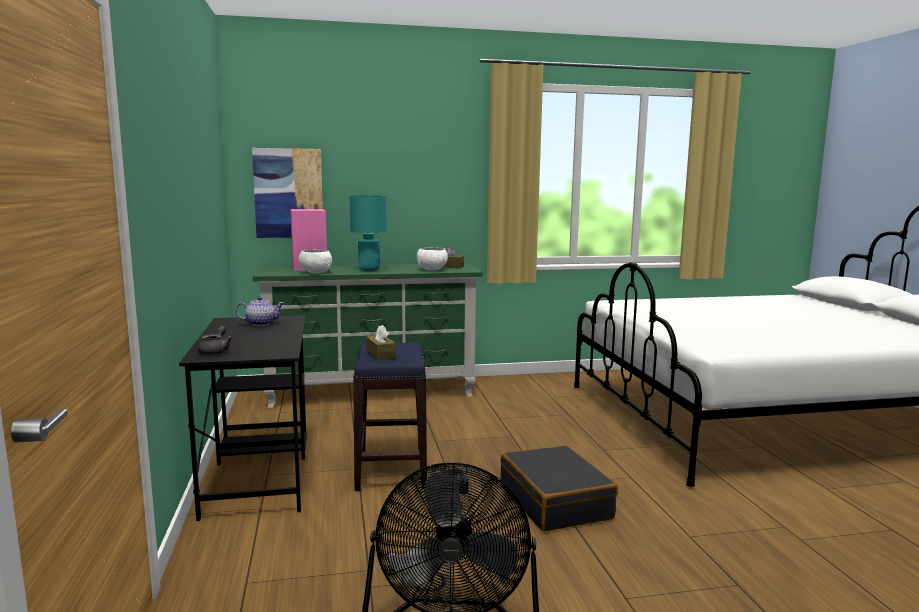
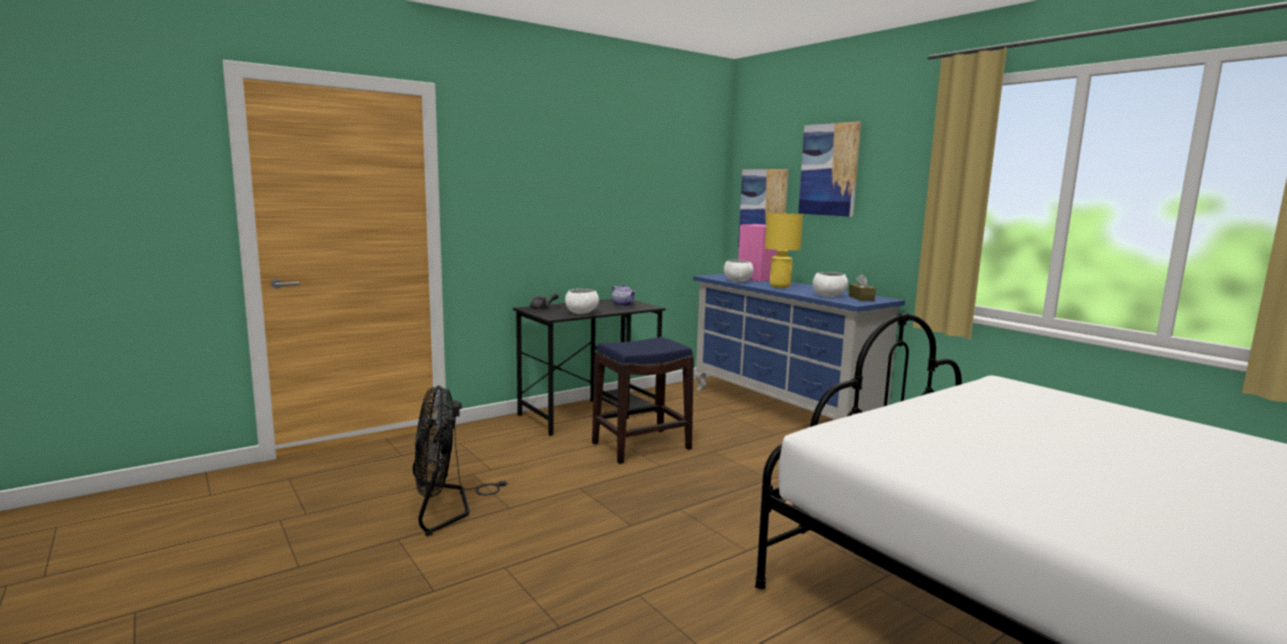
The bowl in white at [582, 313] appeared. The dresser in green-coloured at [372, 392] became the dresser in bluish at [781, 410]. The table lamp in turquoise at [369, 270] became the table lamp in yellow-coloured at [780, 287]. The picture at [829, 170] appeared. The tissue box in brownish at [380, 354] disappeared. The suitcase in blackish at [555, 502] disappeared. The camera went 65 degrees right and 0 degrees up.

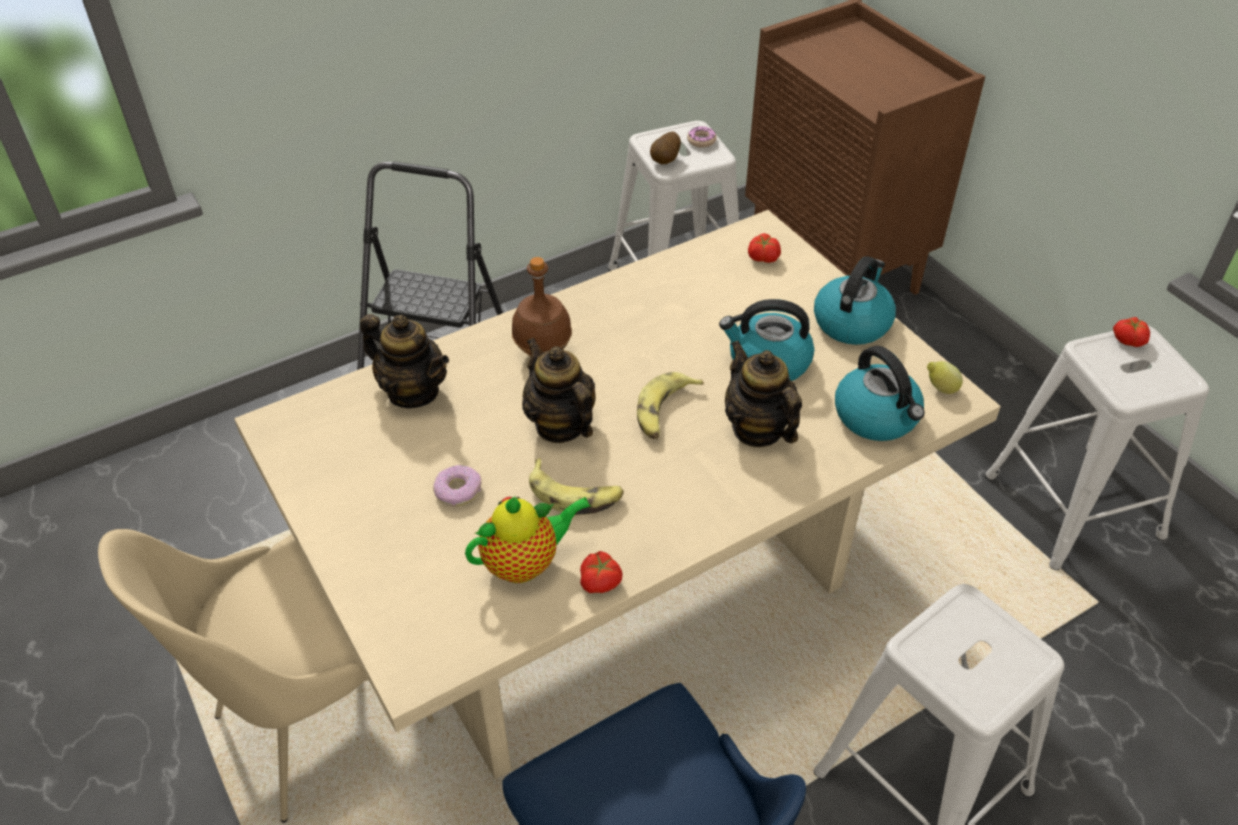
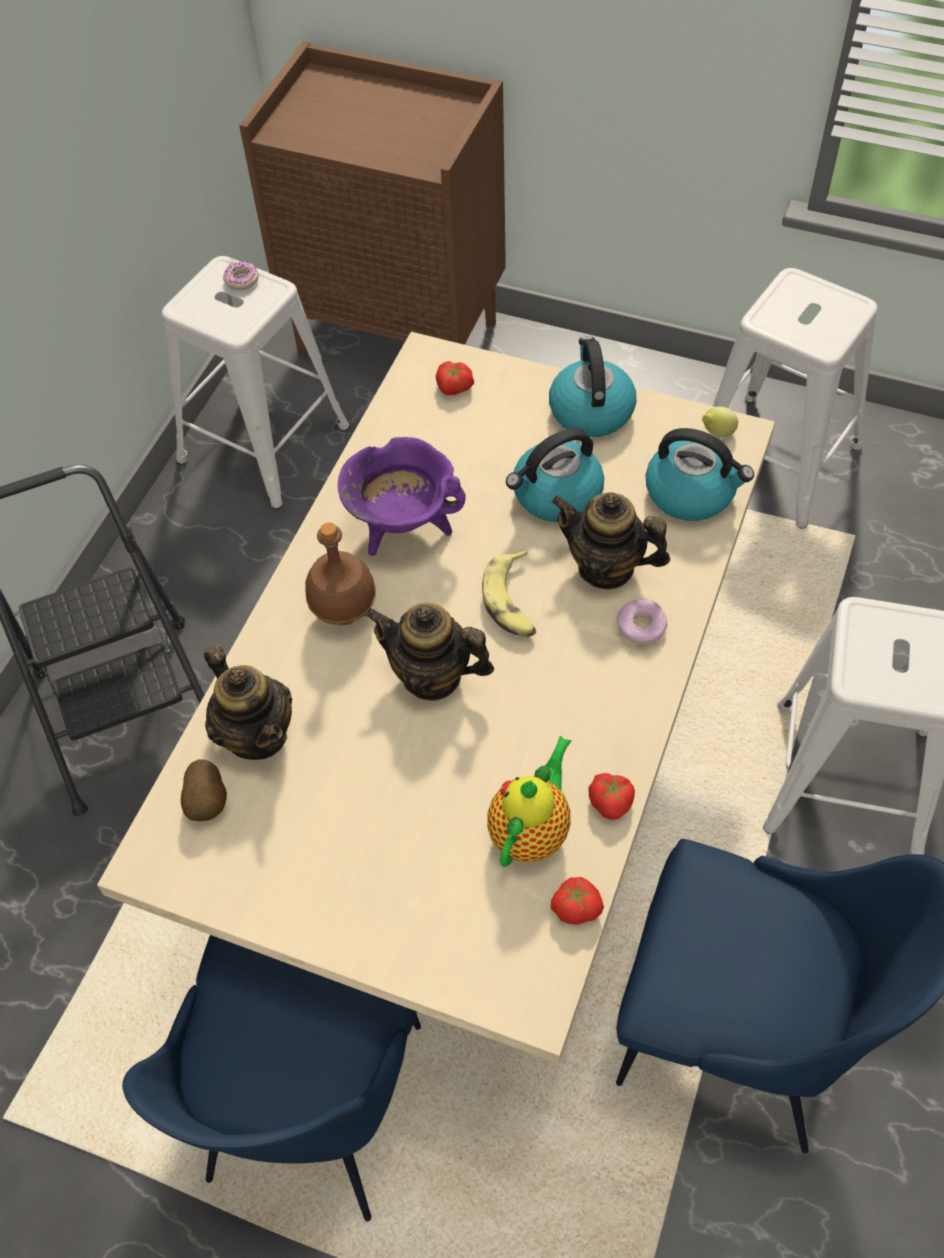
The upright chair in beige at [323, 721] became the upright chair in bluish at [316, 1104]. The whole potato moved from [666, 161] to [208, 802]. The tea pot at [413, 391] turned 60 degrees clockwise. The cooking pot in purple-coloured at [403, 529] appeared. The tomato moved from [1129, 339] to [576, 906]. The ring doughnut moved from [457, 491] to [641, 627]. The banana at [575, 494] disappeared. The camera went 35 degrees left and 10 degrees up.

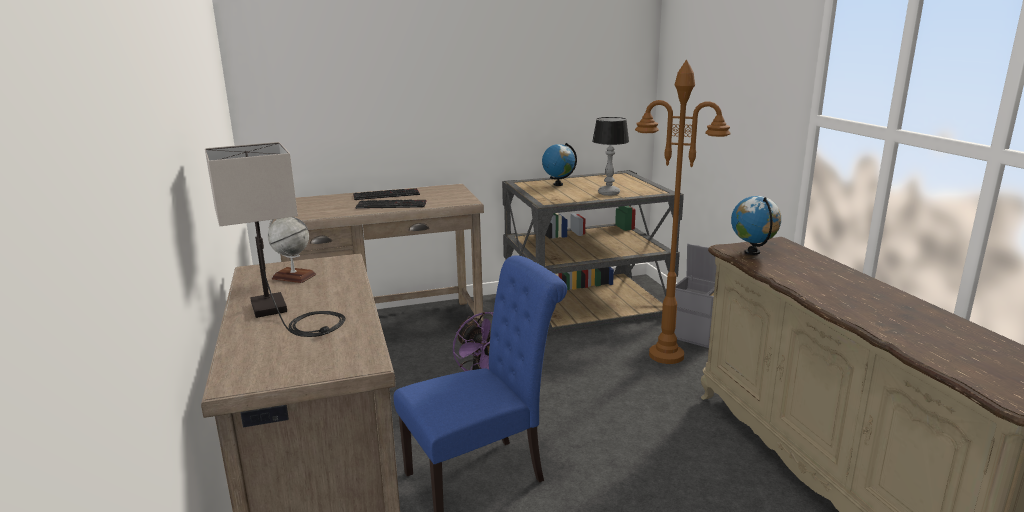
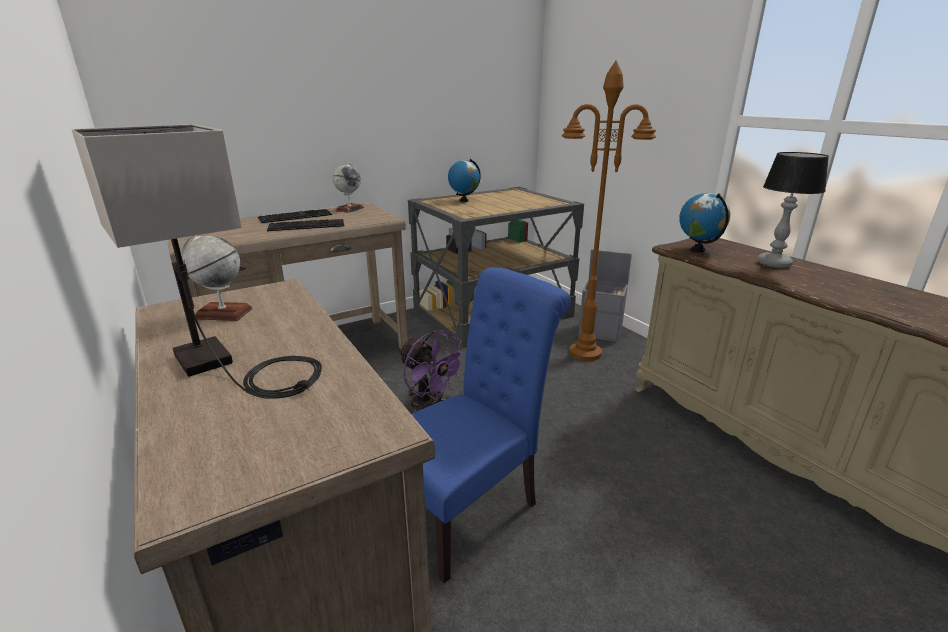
The desk globe at [350, 209] appeared. The table lamp moved from [609, 193] to [773, 263]. The camera went 15 degrees left and 5 degrees up.

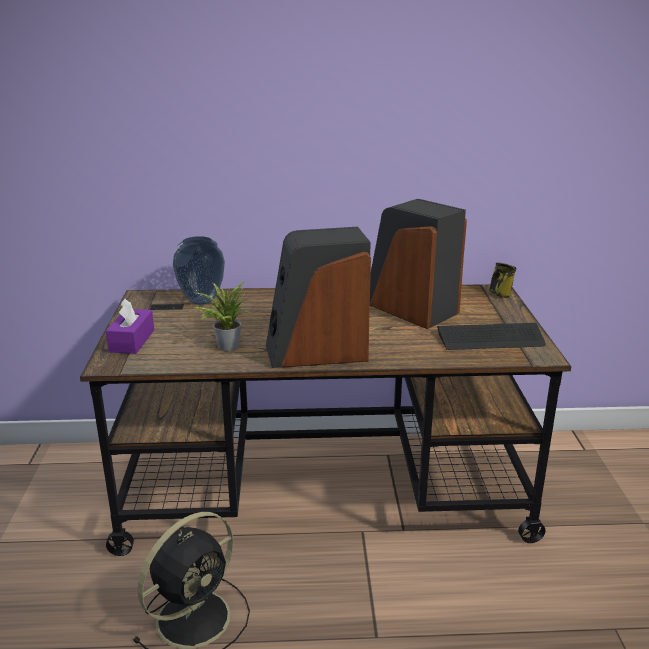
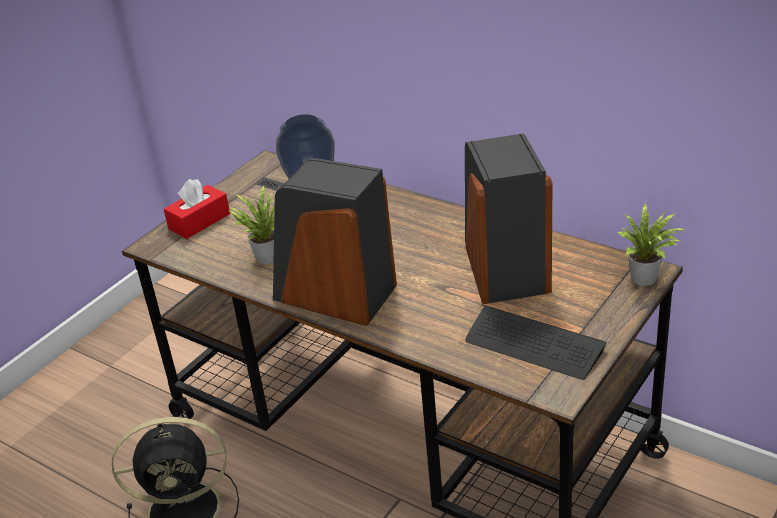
The tissue box in purple-coloured at [132, 341] became the tissue box in reddish at [199, 221]. The coffee mug at [501, 293] was replaced by the potted plant at [646, 279]. The camera went 40 degrees right and 10 degrees up.

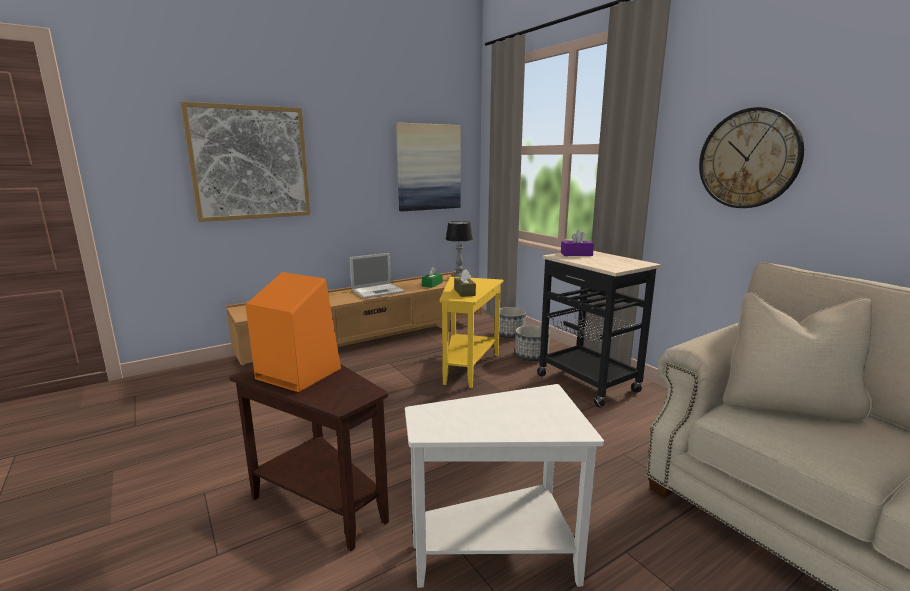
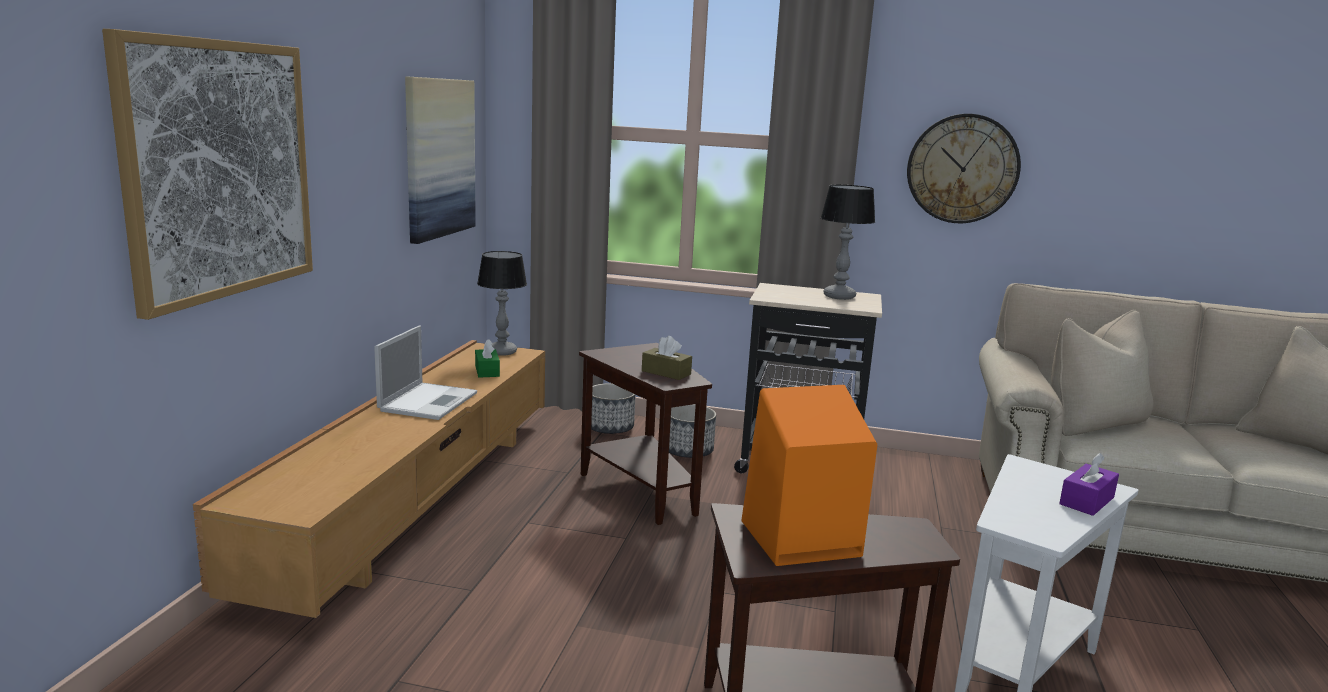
The accent table in yellow-coloured at [468, 366] became the accent table in brownish at [641, 489]. The table lamp at [840, 296] appeared. The tissue box in purple-coloured moved from [576, 254] to [1086, 501]. The camera went 45 degrees left and 0 degrees up.

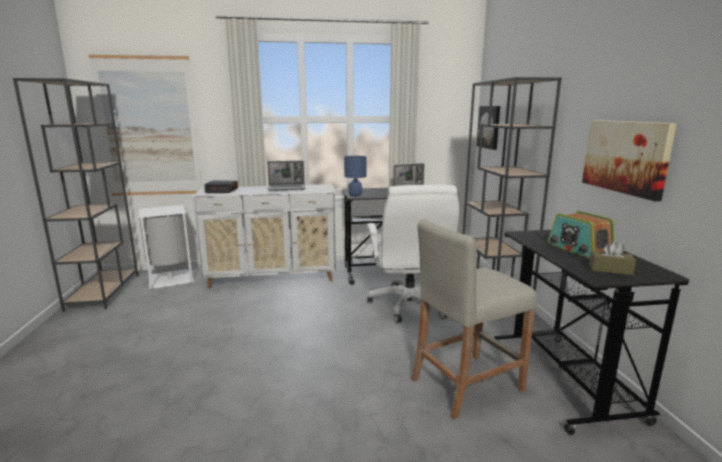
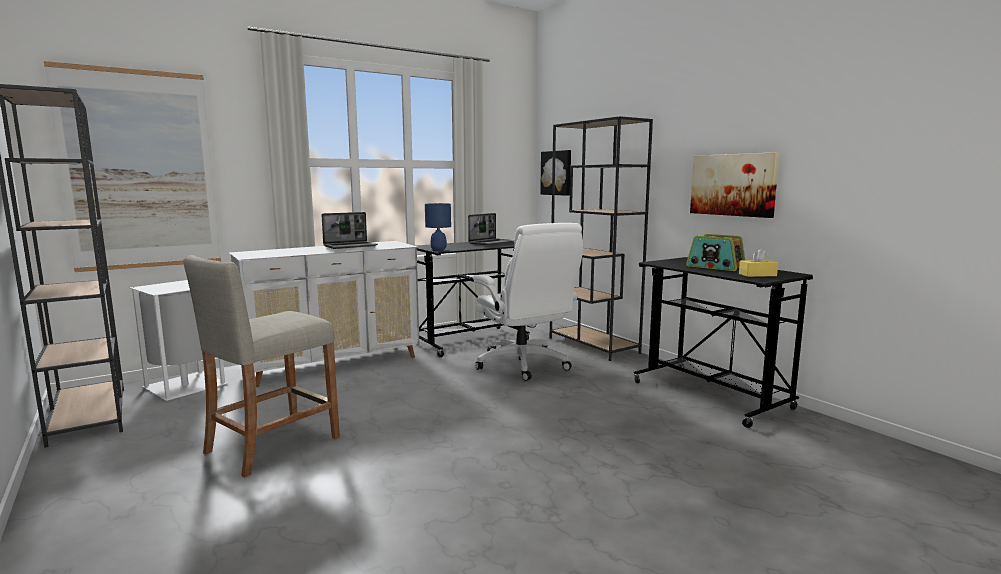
The sitting stool in beige moved from [466, 384] to [272, 444]. The tissue box in brownish at [610, 269] became the tissue box in yellow-coloured at [757, 275]. The bedside clock at [222, 190] disappeared. The camera went 25 degrees left and 5 degrees down.

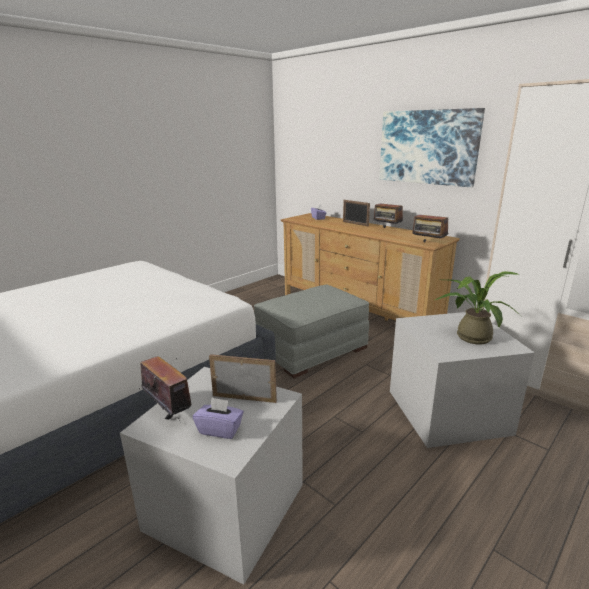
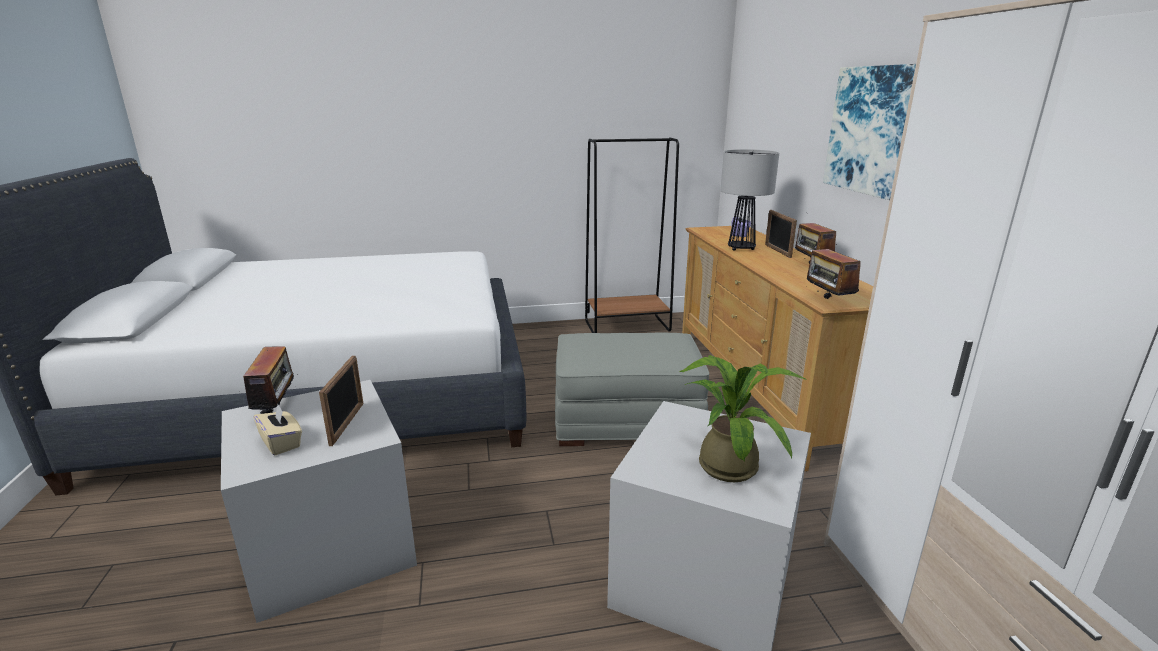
The tissue box in purple-coloured at [220, 429] became the tissue box in beige at [281, 443]. The picture frame at [244, 398] turned 45 degrees clockwise. The garment stand at [627, 327] appeared. The table lamp at [740, 248] appeared. The camera went 35 degrees right and 0 degrees up.

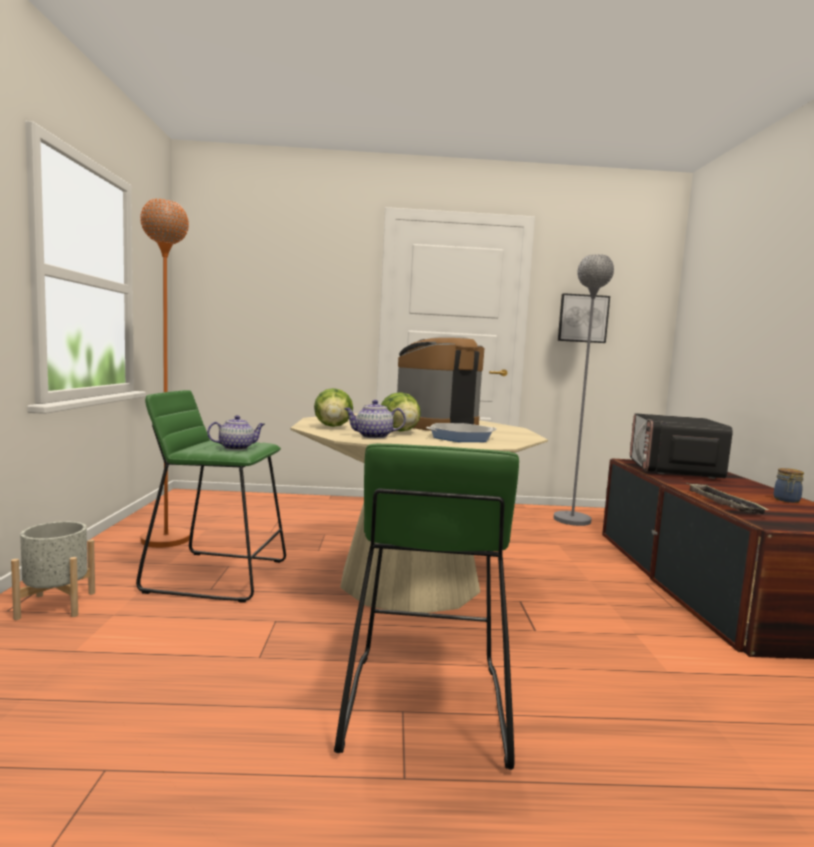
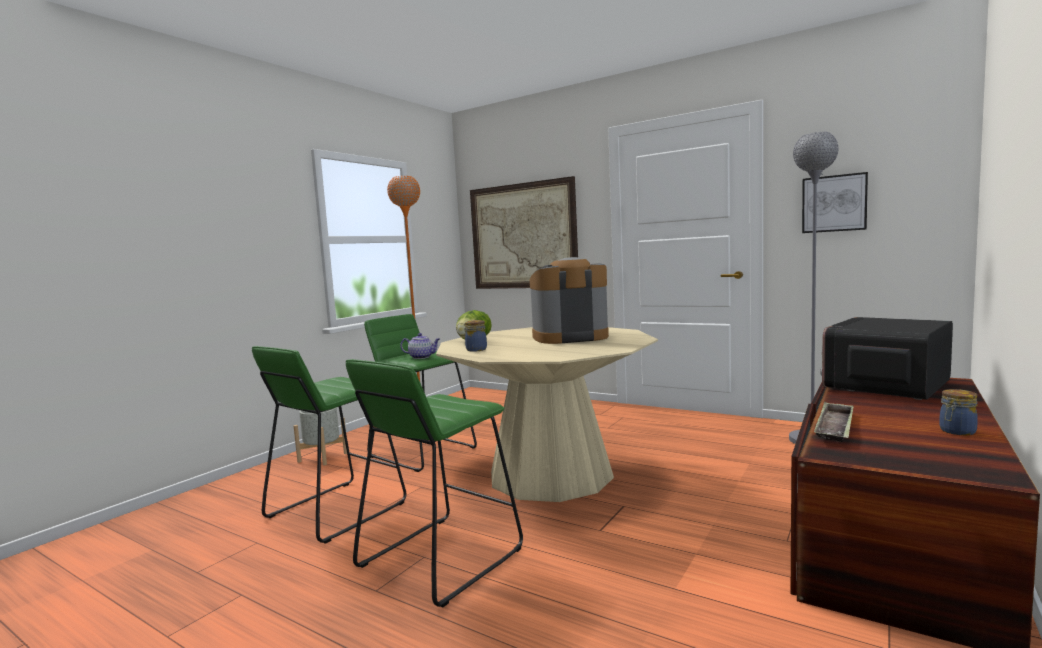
The sitting stool in green-coloured at [336, 510] appeared. The tea pot at [373, 436] was replaced by the jar at [475, 349]. The picture at [522, 236] appeared. The head of lettuce at [400, 431] disappeared. The skillet at [461, 438] disappeared. The camera went 35 degrees right and 0 degrees up.

